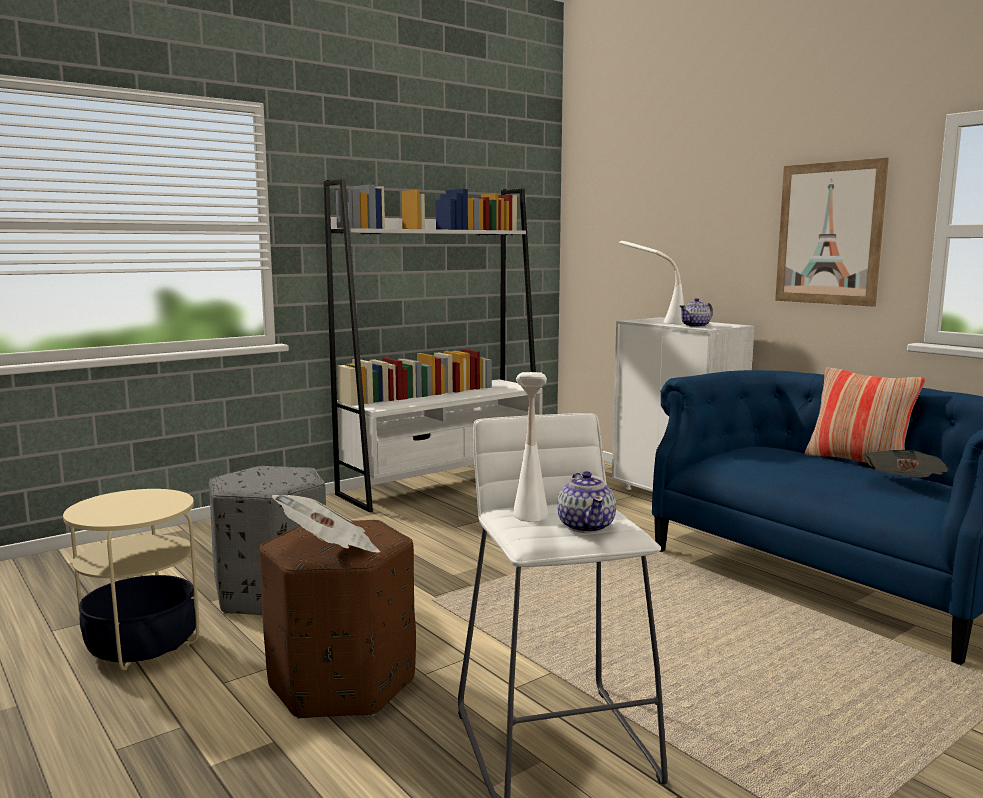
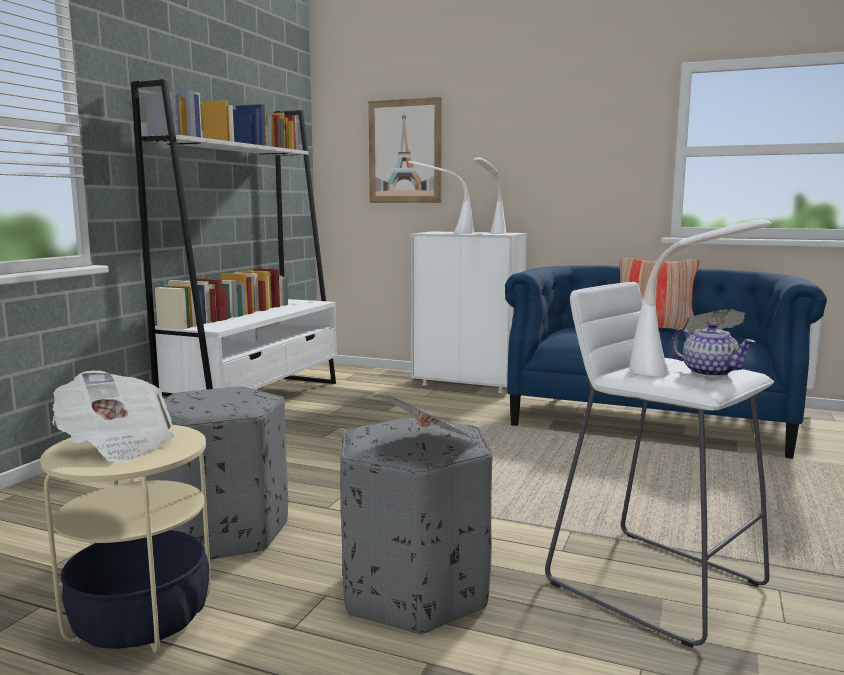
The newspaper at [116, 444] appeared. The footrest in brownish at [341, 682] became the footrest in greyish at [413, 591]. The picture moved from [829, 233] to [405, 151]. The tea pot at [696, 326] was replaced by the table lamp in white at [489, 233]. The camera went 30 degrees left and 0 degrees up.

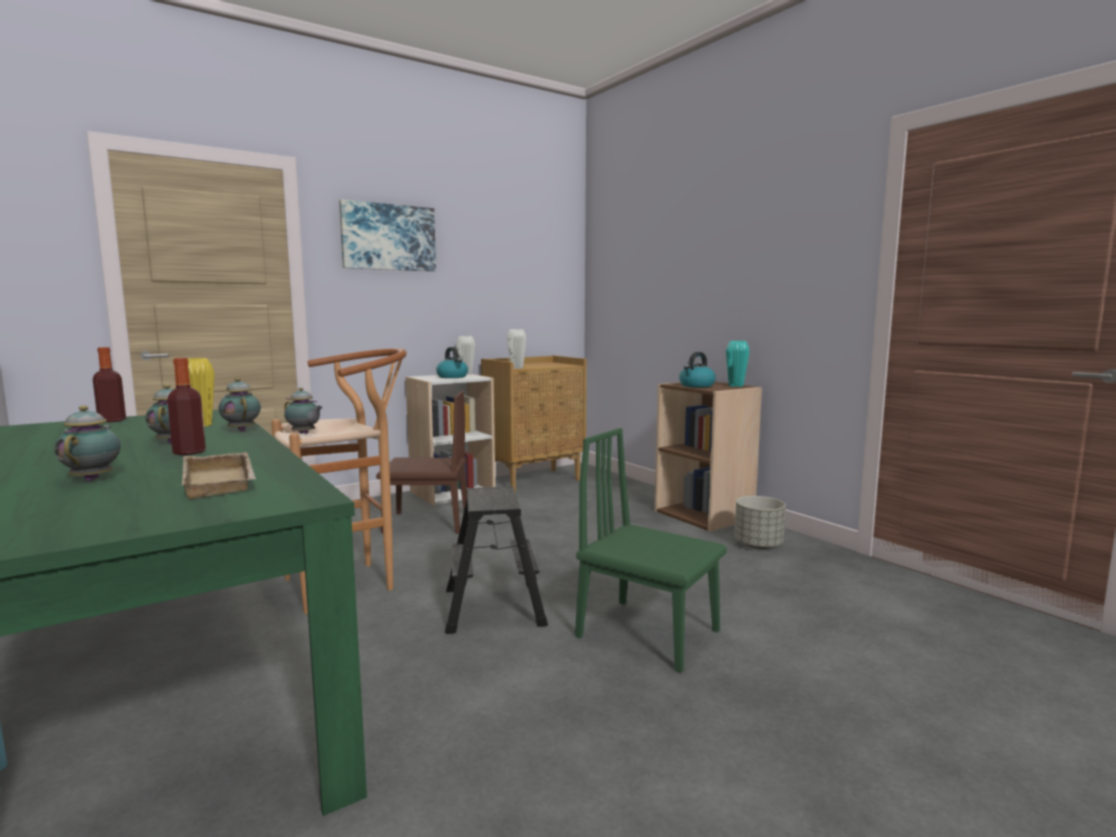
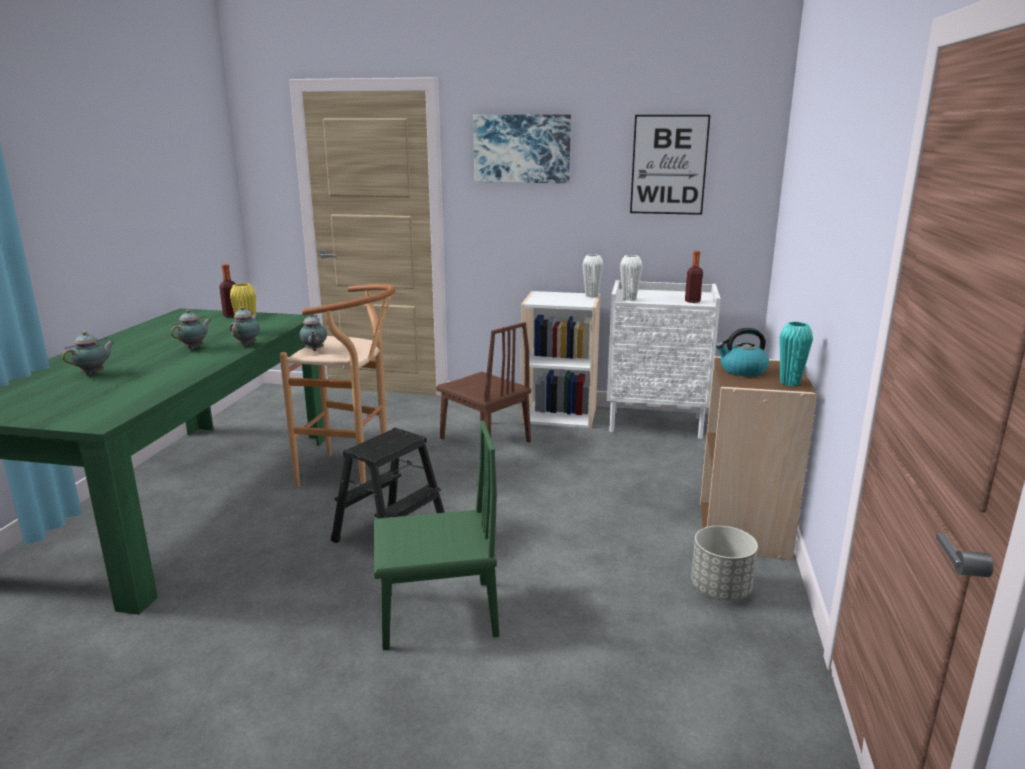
The upright chair in green-coloured at [648, 633] turned 90 degrees clockwise. The cupboard in brownish at [535, 480] became the cupboard in white at [656, 424]. The picture at [669, 165] appeared. The drink bottle moved from [189, 452] to [692, 301]. The carrying tray in beige at [223, 482] disappeared. The tea kettle at [452, 377] disappeared. The camera went 45 degrees right and 10 degrees up.

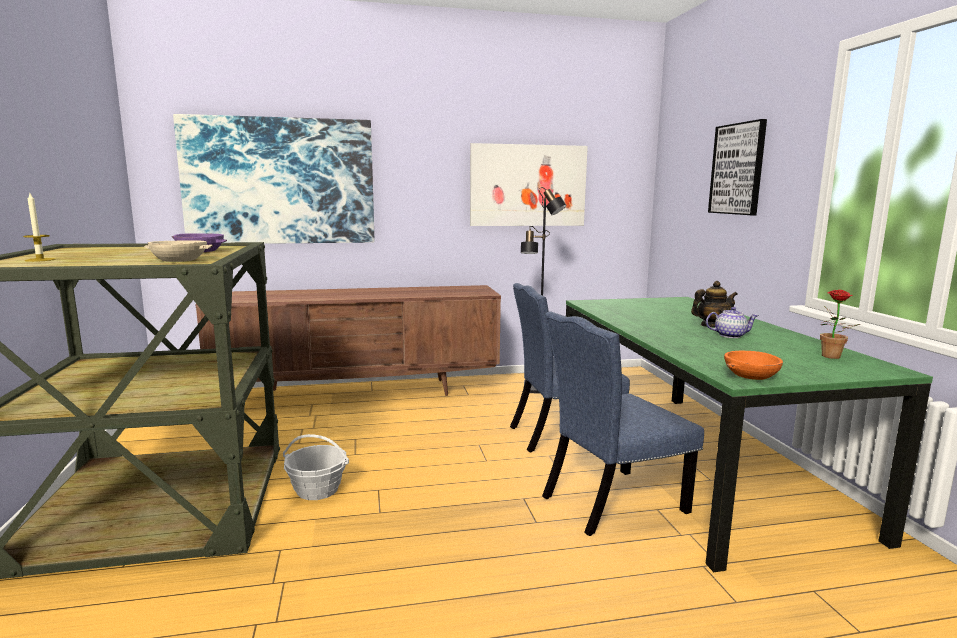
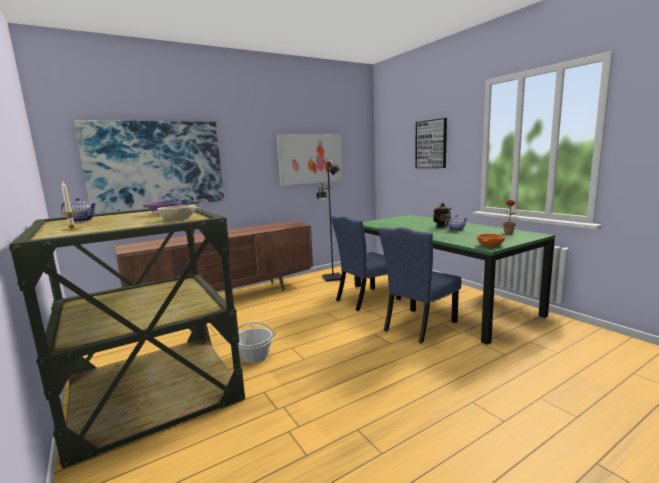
The tea pot at [82, 220] appeared. The camera went 20 degrees left and 0 degrees up.

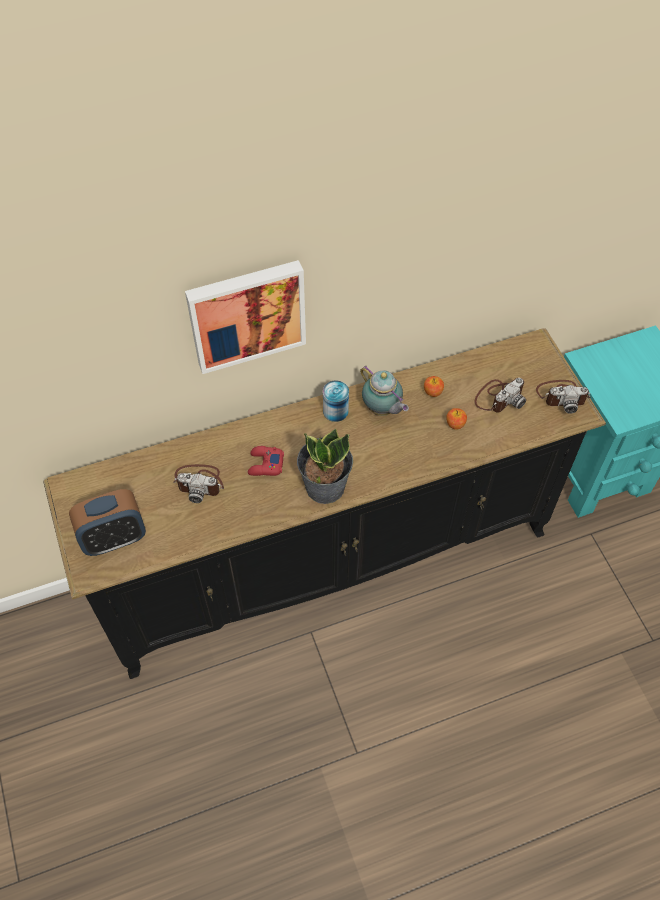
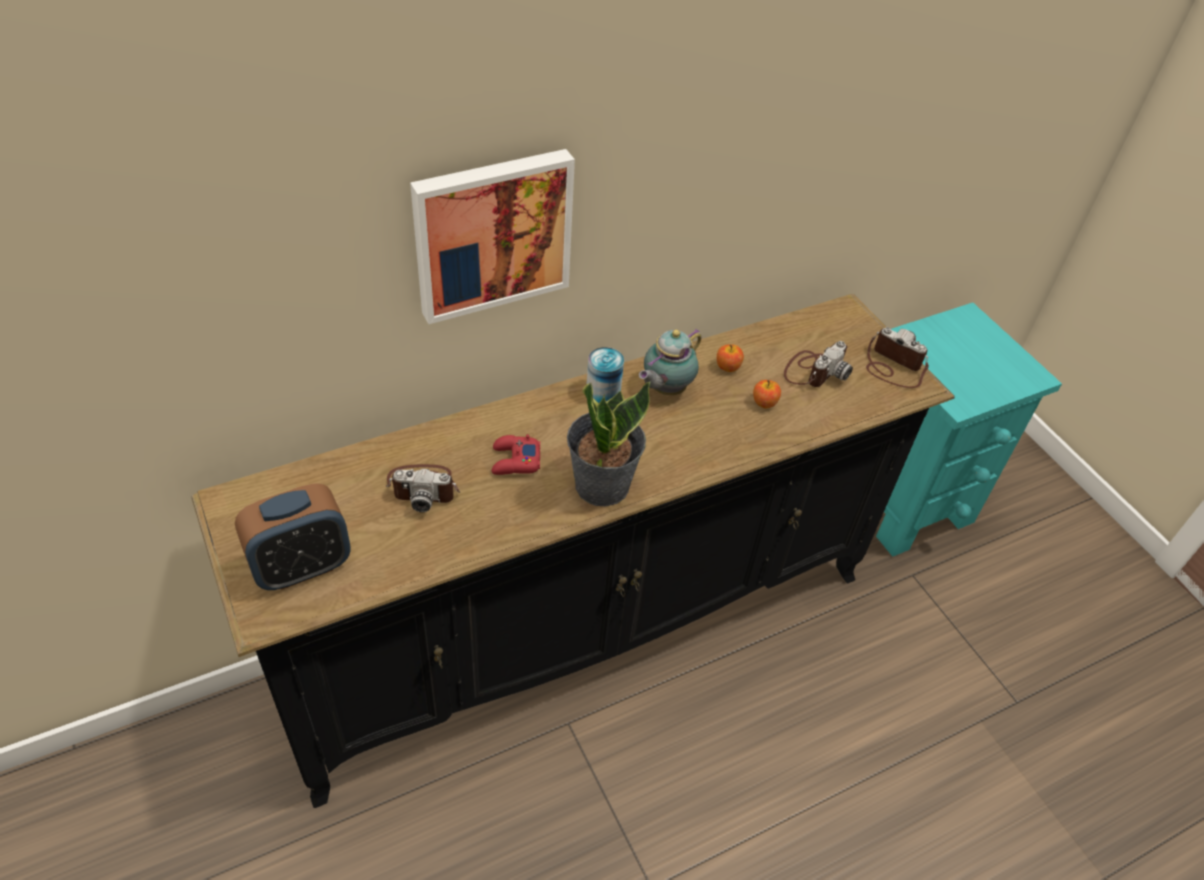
The tea pot at [382, 409] turned 90 degrees clockwise. The photo camera at [562, 396] turned 135 degrees counterclockwise. The camera went 10 degrees left and 10 degrees down.

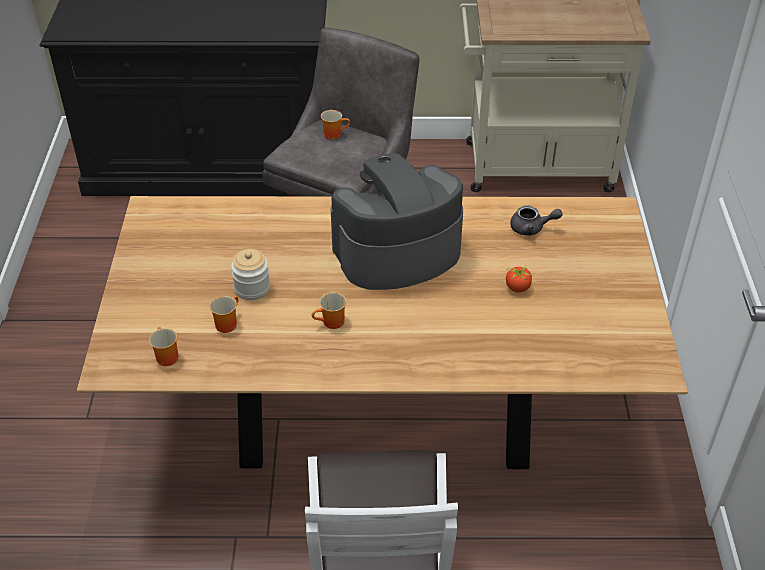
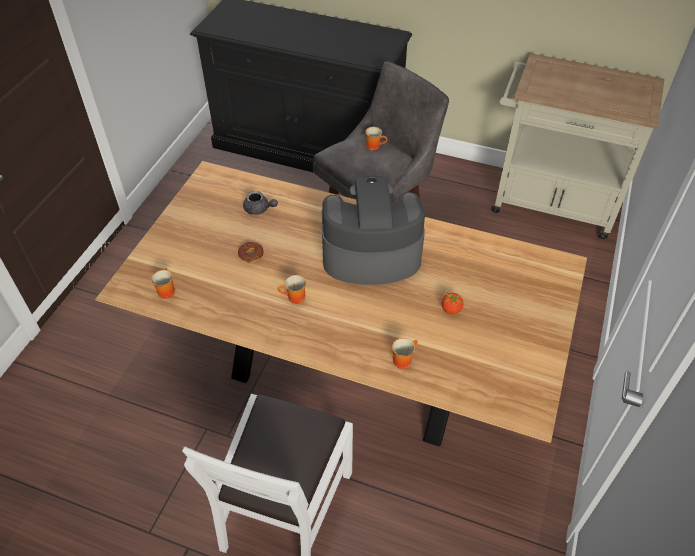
The jar at [252, 288] was replaced by the ring doughnut at [251, 254]. The tea pot in greyish moved from [531, 228] to [259, 209]. The coffee mug moved from [226, 323] to [402, 359]. The camera went 20 degrees right and 5 degrees up.

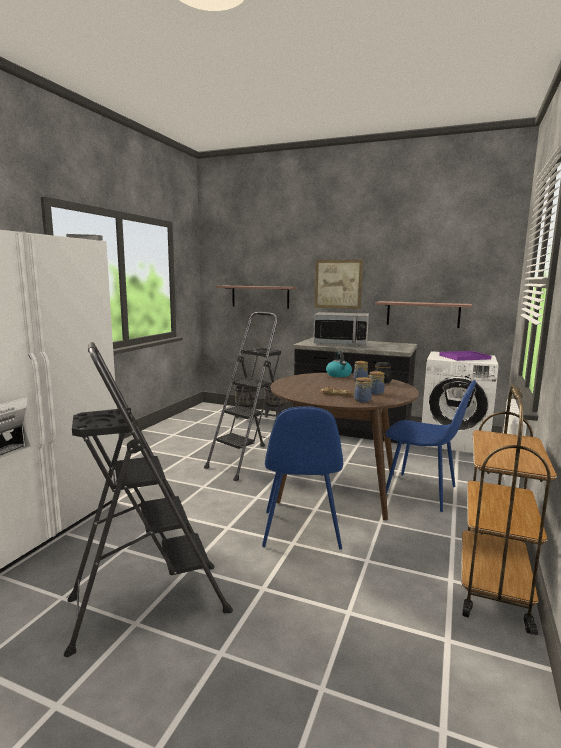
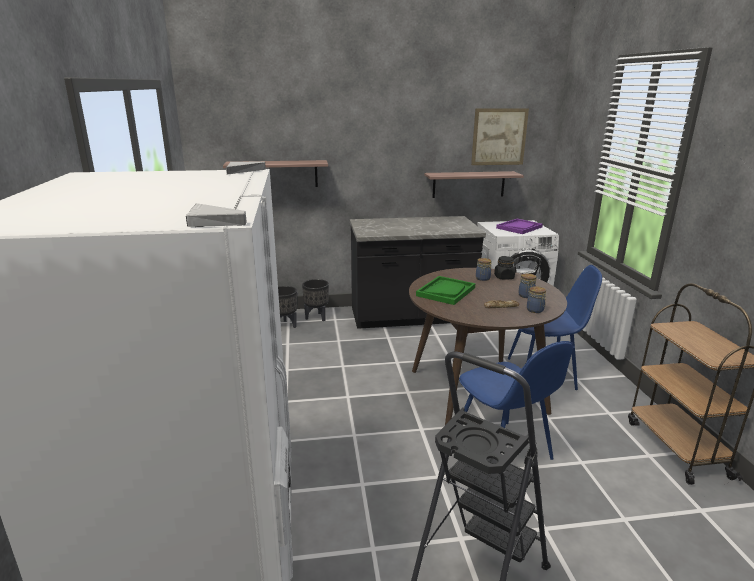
The carrying tray in green-coloured at [446, 292] appeared. The picture moved from [338, 284] to [499, 137]. The step ladder at [251, 460] disappeared. The microwave oven at [341, 344] disappeared. The tea kettle at [339, 375] disappeared. The camera went 30 degrees left and 10 degrees up.

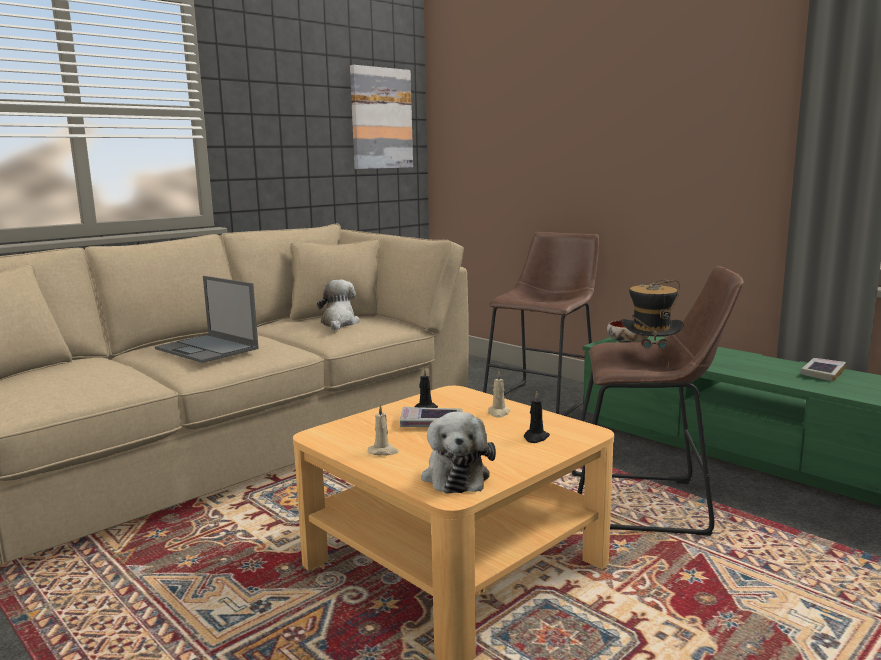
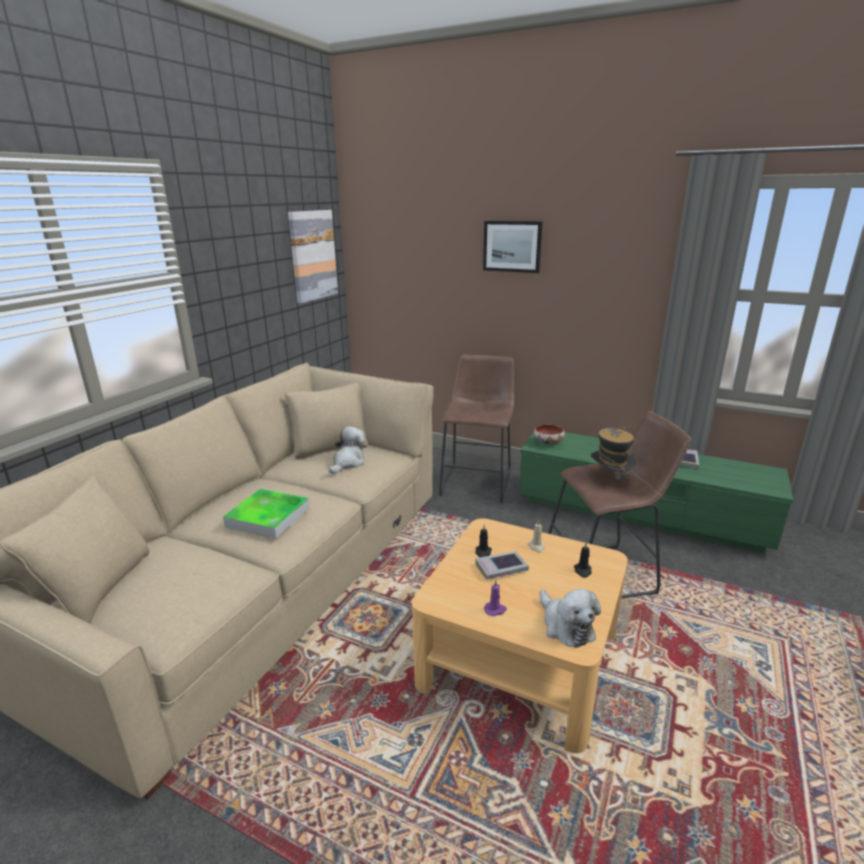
The notebook computer at [208, 349] was replaced by the carrying tray at [268, 517]. The soft toy at [339, 323] turned 45 degrees clockwise. The picture at [512, 246] appeared. The candle in beige at [383, 451] became the candle in purple-coloured at [495, 610]. The camera went 20 degrees left and 10 degrees up.

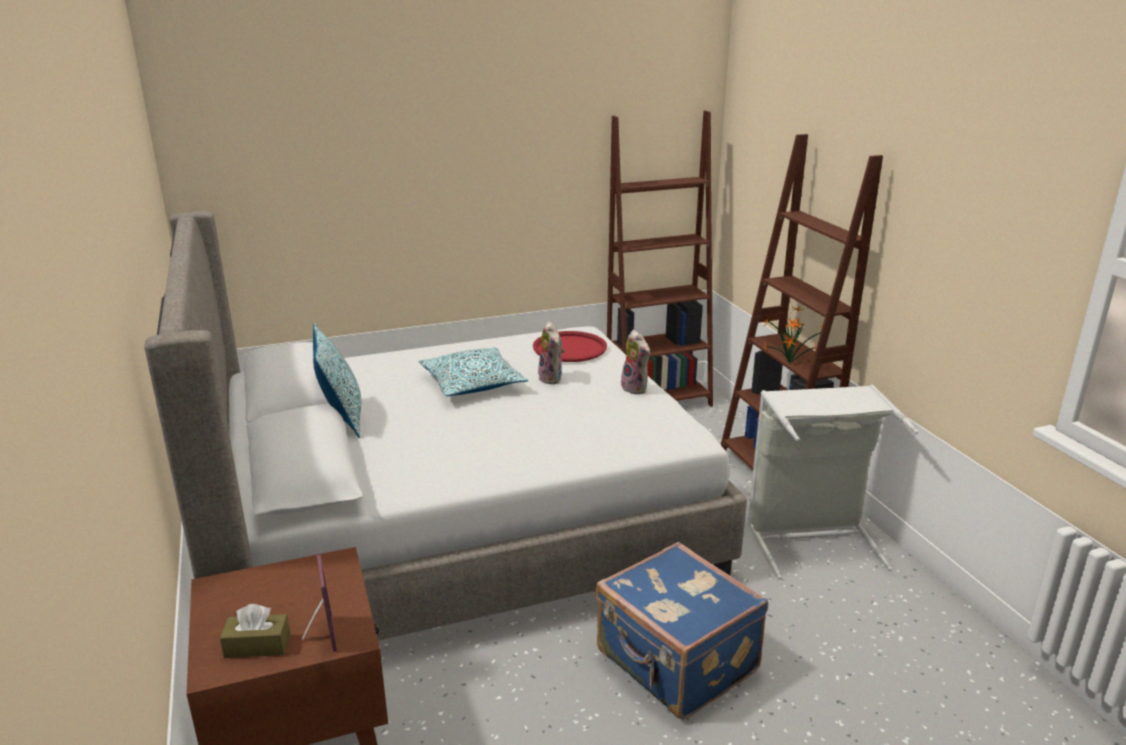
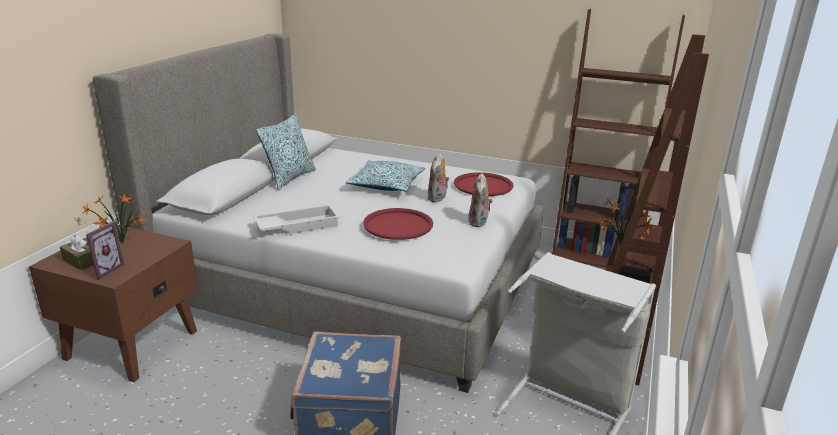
The potted plant at [121, 244] appeared. The carrying tray in white at [297, 225] appeared. The carrying tray in reddish at [398, 225] appeared. The camera went 40 degrees right and 0 degrees up.

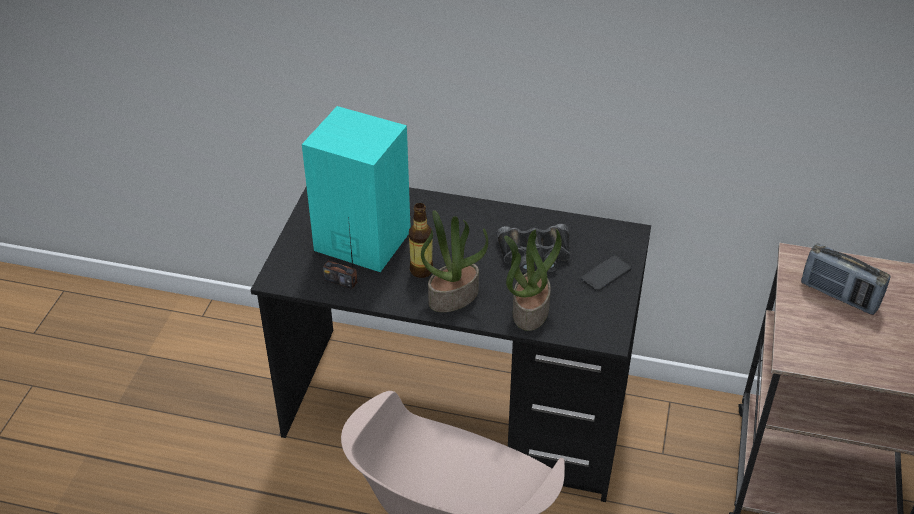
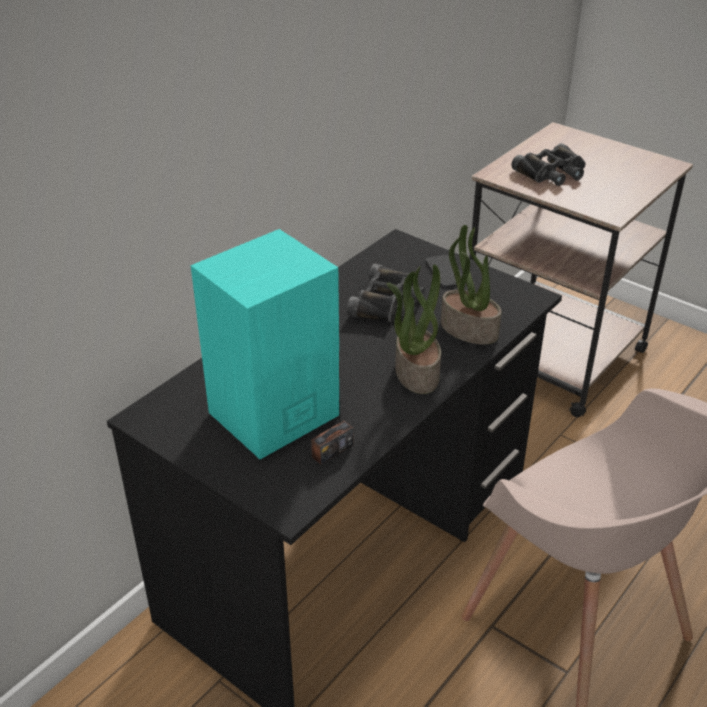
The radio receiver at [839, 295] was replaced by the binoculars in blackish at [552, 172]. The drink bottle at [421, 270] disappeared. The camera went 65 degrees left and 5 degrees down.

